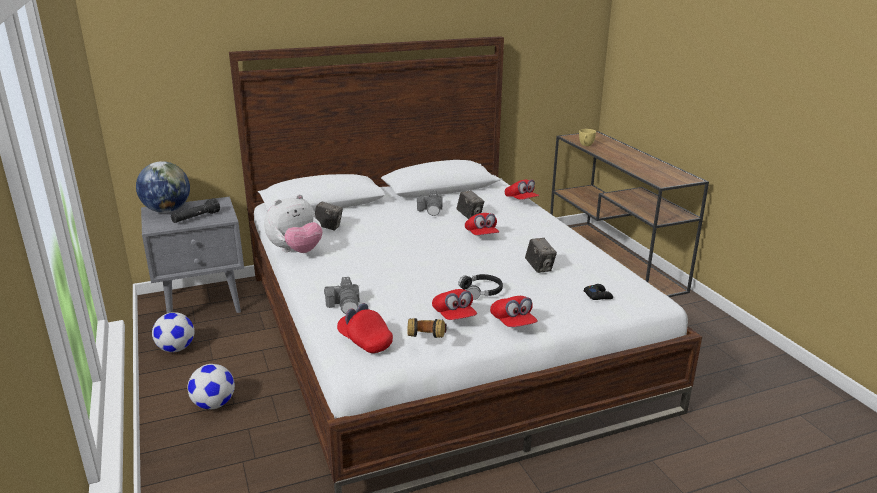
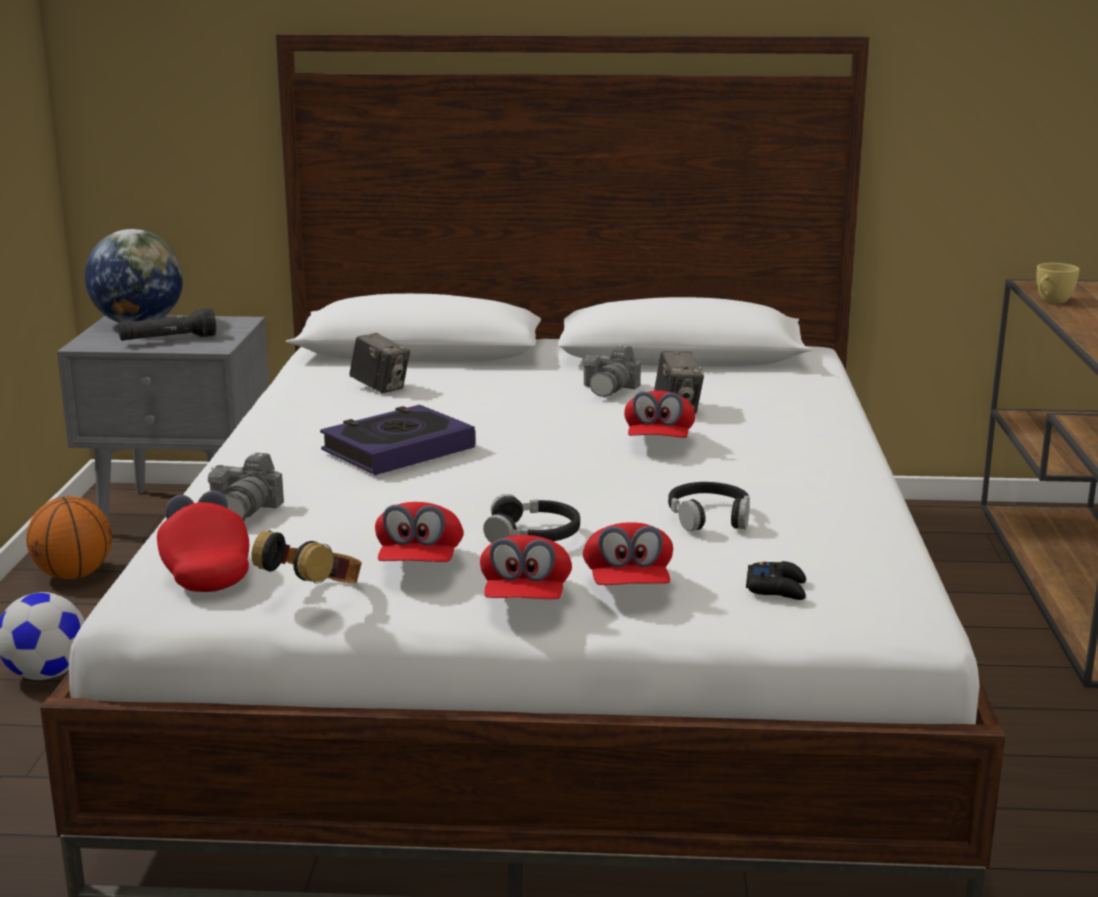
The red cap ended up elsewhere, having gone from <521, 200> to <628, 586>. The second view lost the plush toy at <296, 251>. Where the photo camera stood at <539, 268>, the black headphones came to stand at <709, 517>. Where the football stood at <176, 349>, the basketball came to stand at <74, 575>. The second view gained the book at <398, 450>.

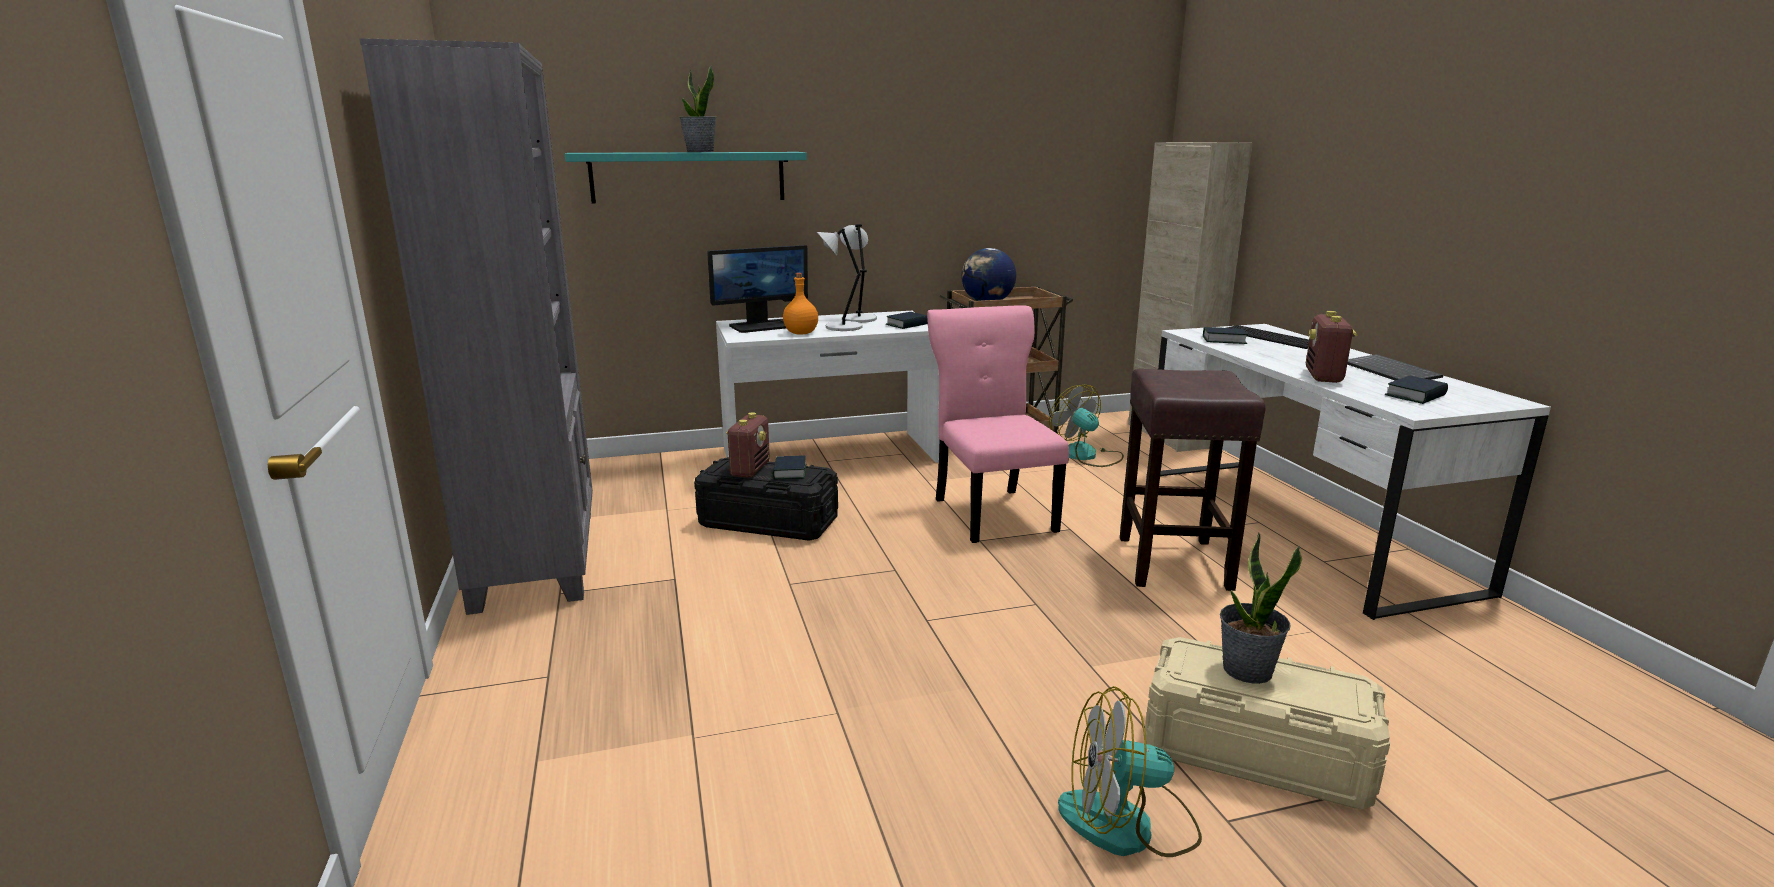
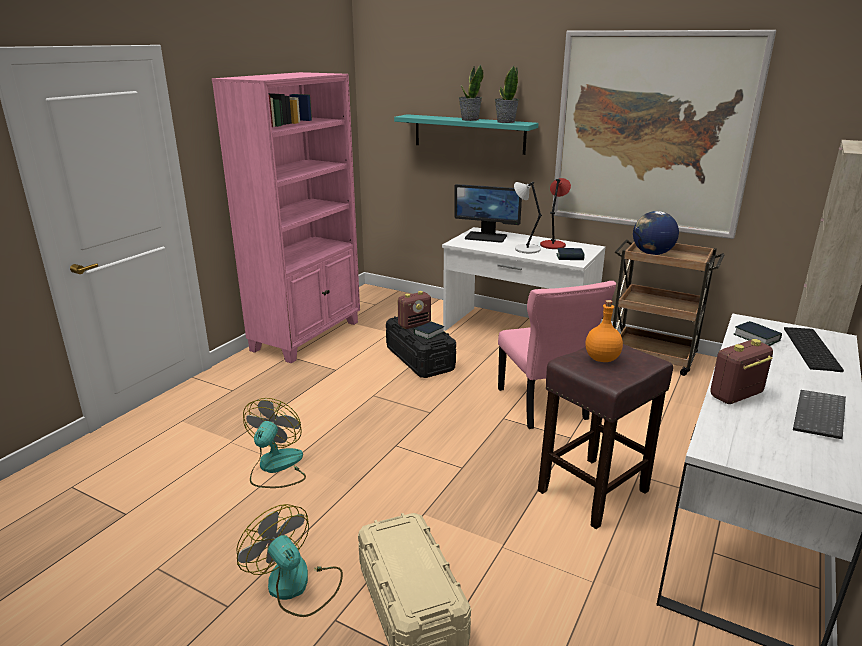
What was the grey bookcase at <538, 557> turned into the pink bookcase at <307, 336>. What was the grey table lamp at <858, 318> turned into the red table lamp at <553, 245>. The orange bottle ended up elsewhere, having gone from <800, 333> to <601, 358>. The pink chair at <993, 513> ended up facing another way, 135 degrees clockwise from before. The second view lost the book at <1415, 396>. The fan ended up elsewhere, having gone from <1087, 456> to <276, 467>. The potted plant ended up elsewhere, having gone from <1246, 670> to <505, 122>. The second view gained the picture at <651, 133>.

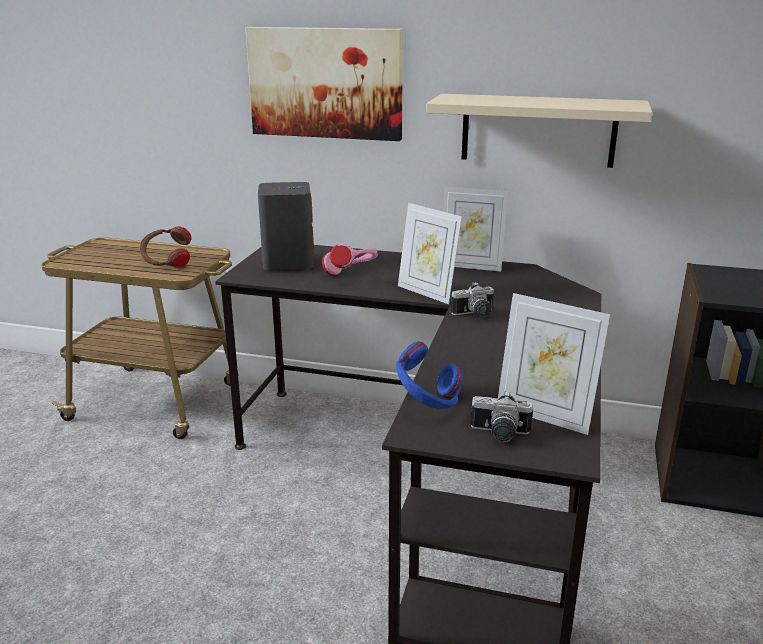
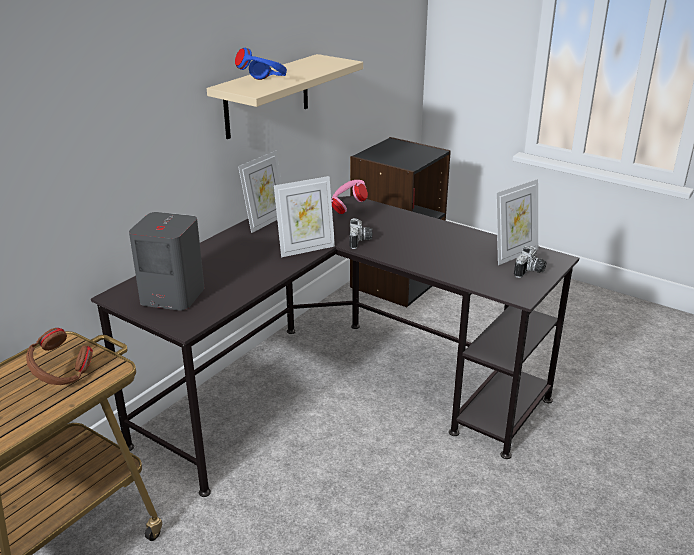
The second view lost the picture at <325, 83>. The pink headphones ended up elsewhere, having gone from <351, 276> to <347, 208>. The blue headphones ended up elsewhere, having gone from <427, 403> to <263, 83>.

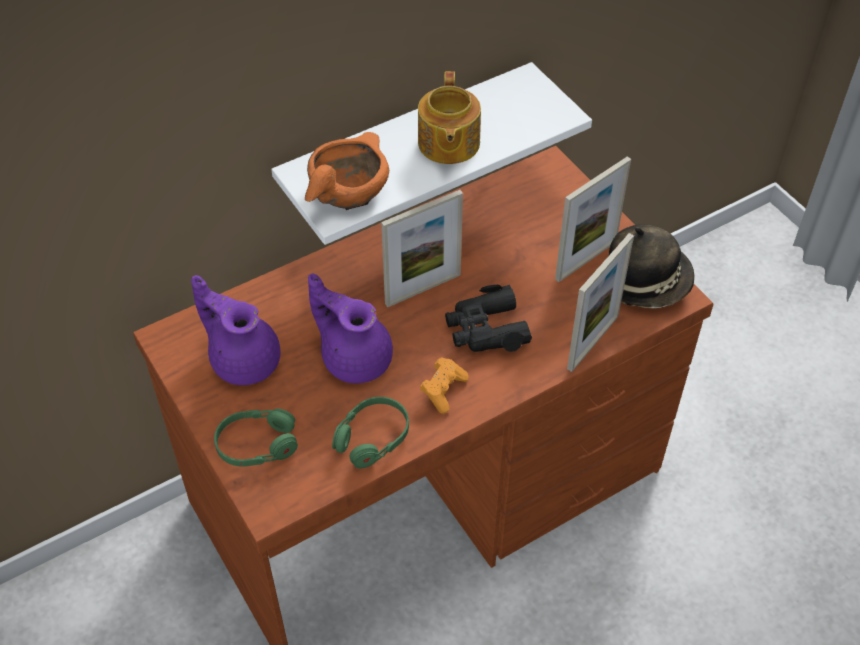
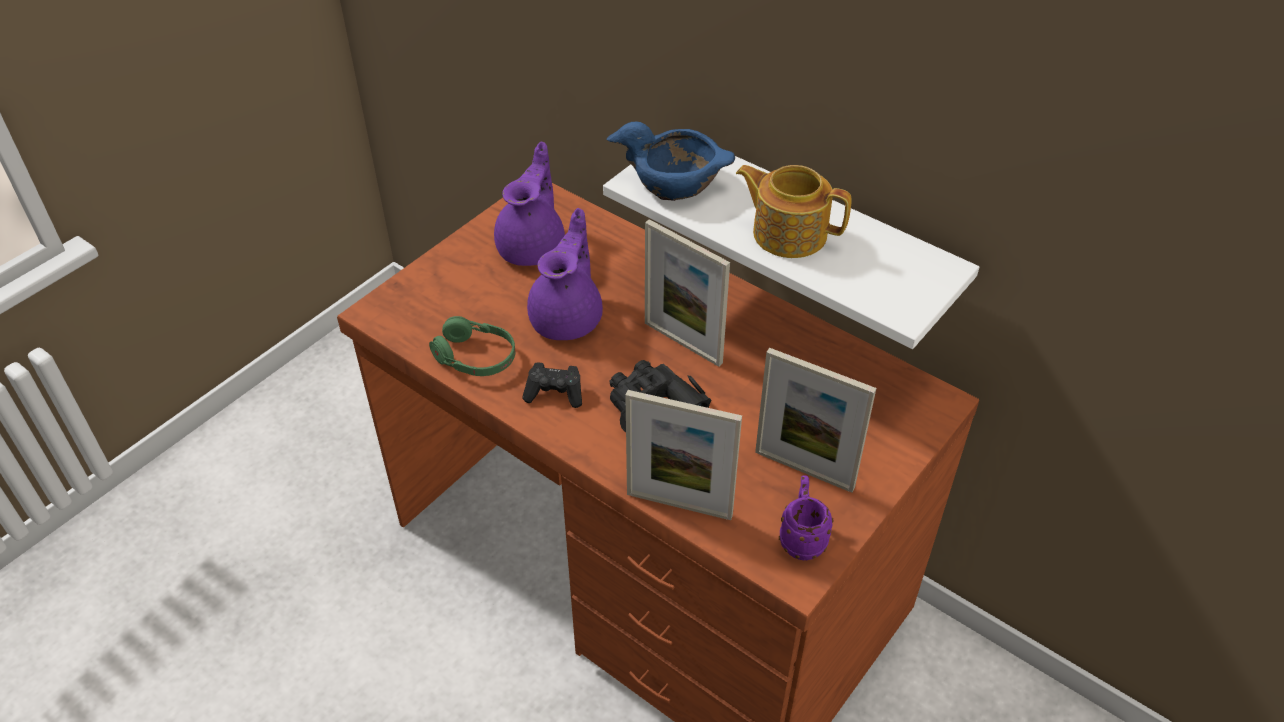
The teapot at <448, 144> ended up facing another way, 45 degrees clockwise from before. What was the orange bowl at <348, 189> turned into the blue bowl at <676, 182>. Where the hat stood at <647, 282>, the purple mug came to stand at <801, 537>. What was the orange game controller at <443, 390> turned into the black game controller at <555, 393>. The second view lost the green headphones at <257, 444>.

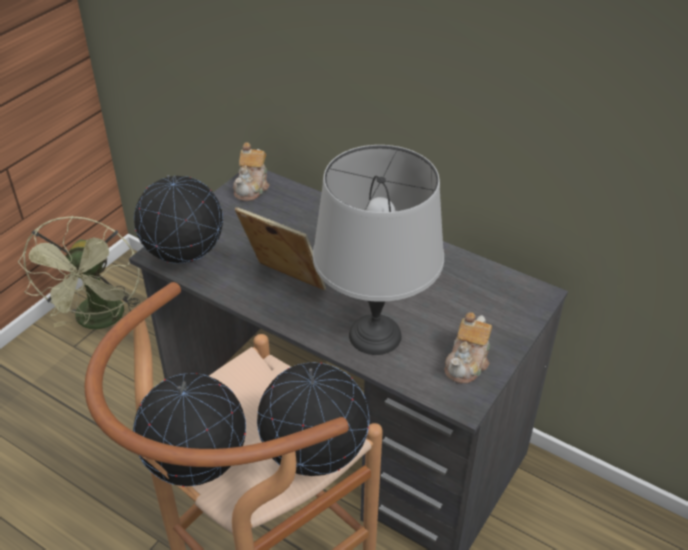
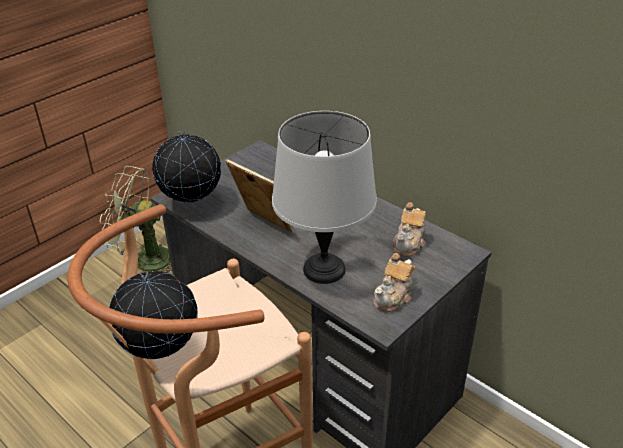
The teapot ended up elsewhere, having gone from <252, 187> to <409, 243>. The green fan at <100, 321> ended up facing another way, 90 degrees clockwise from before. The second view lost the globe at <315, 461>.

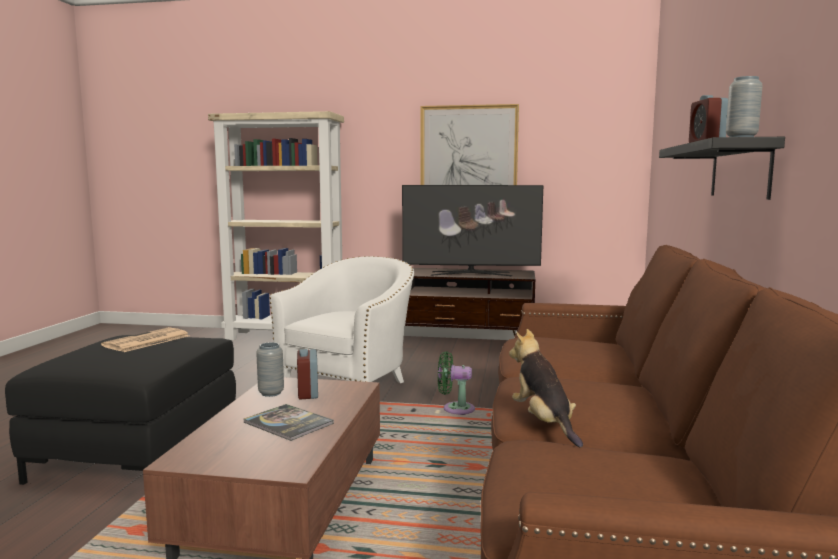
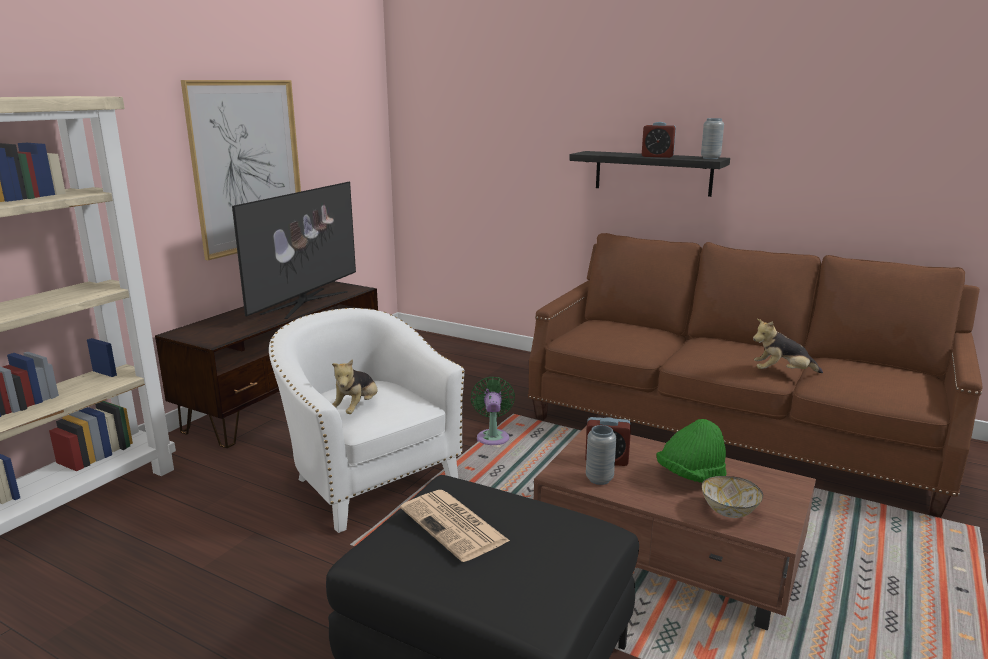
The green fan at <455, 409> ended up facing another way, 150 degrees clockwise from before. Where the book stood at <288, 423>, the green hat came to stand at <690, 476>. The second view gained the plush toy at <357, 408>. The second view gained the bowl at <730, 511>.

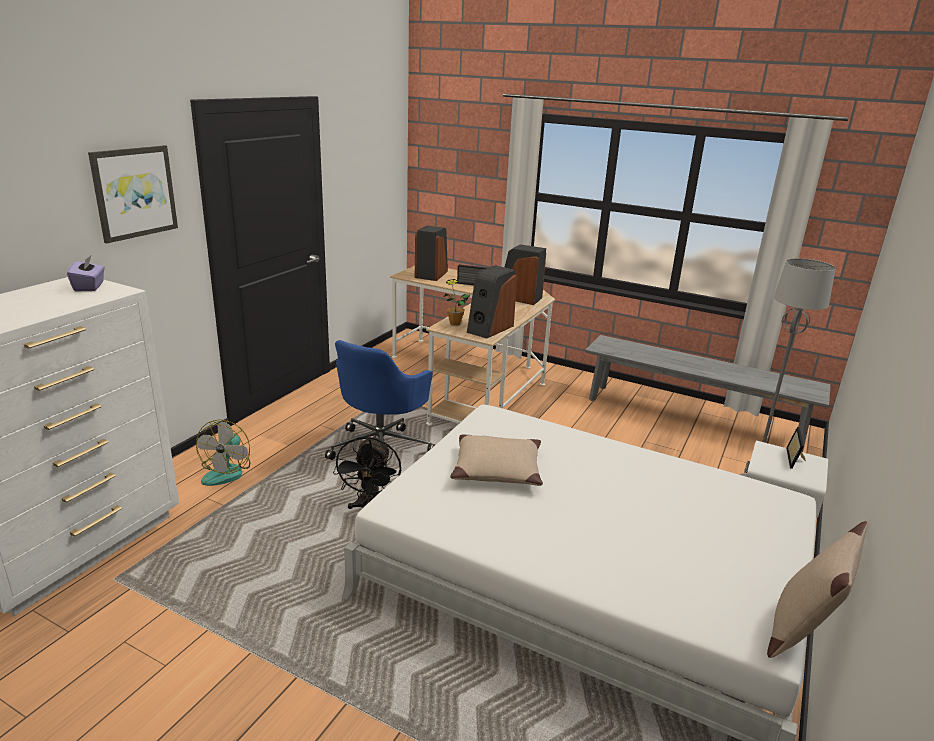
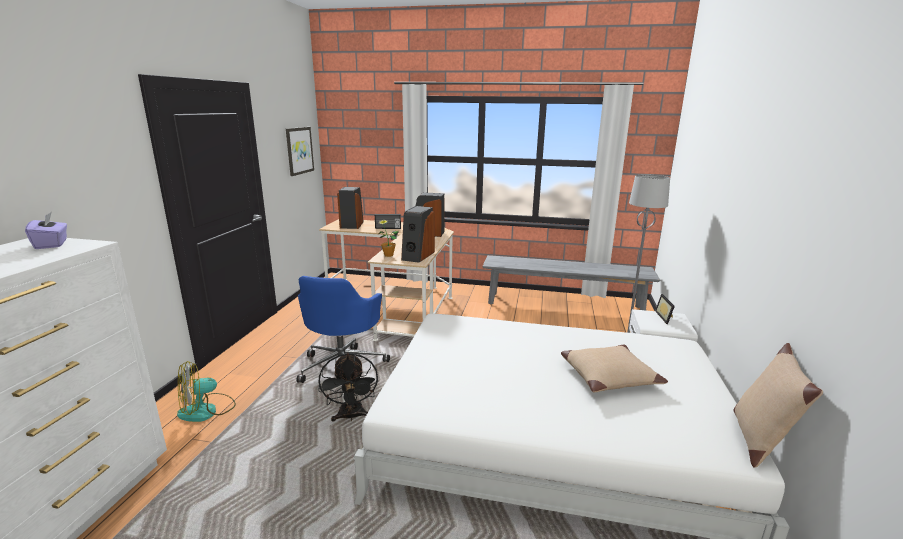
The picture ended up elsewhere, having gone from <134, 192> to <299, 150>. The fan at <227, 471> ended up facing another way, 60 degrees clockwise from before. The beige pillow ended up elsewhere, having gone from <497, 469> to <608, 376>.

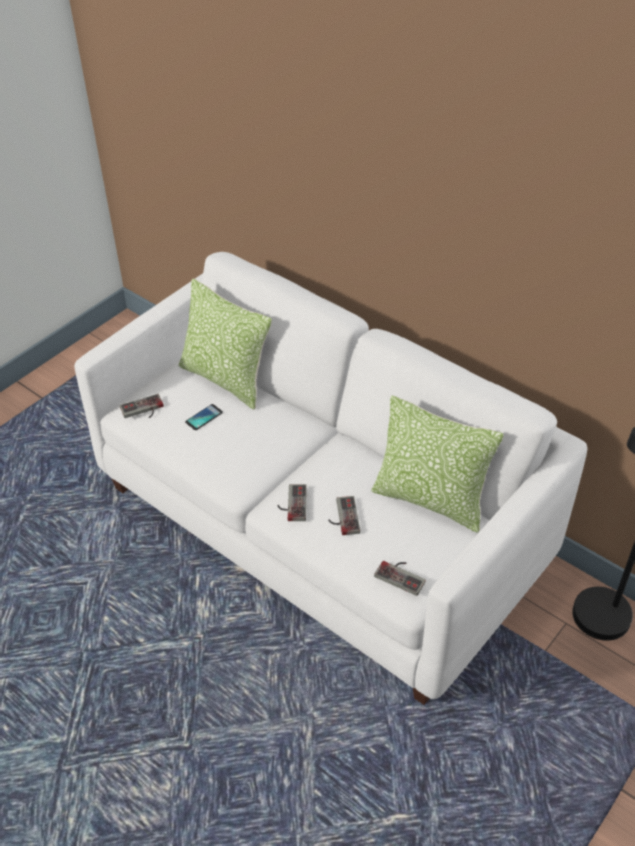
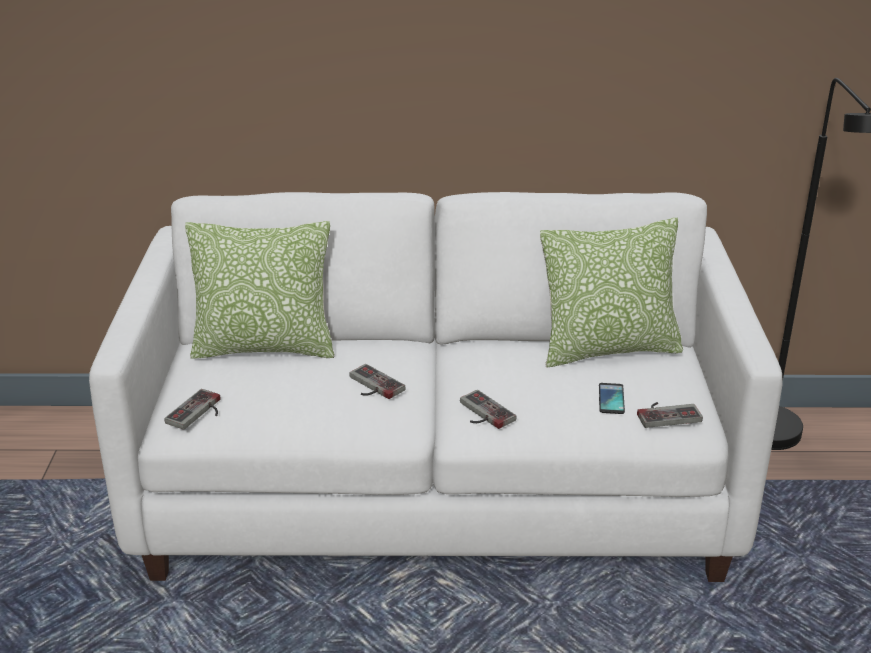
The phone ended up elsewhere, having gone from <204, 417> to <611, 399>. The game controller ended up elsewhere, having gone from <342, 517> to <372, 386>.

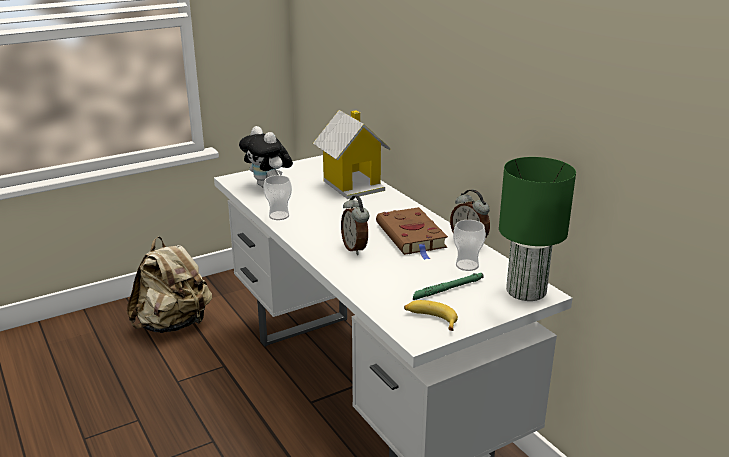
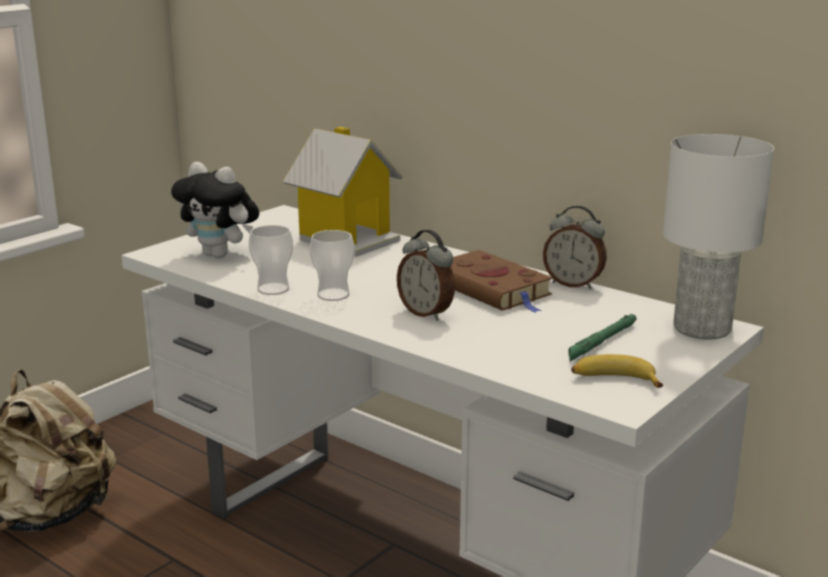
What was the green table lamp at <526, 292> turned into the white table lamp at <702, 329>. The cup ended up elsewhere, having gone from <467, 265> to <333, 295>.

